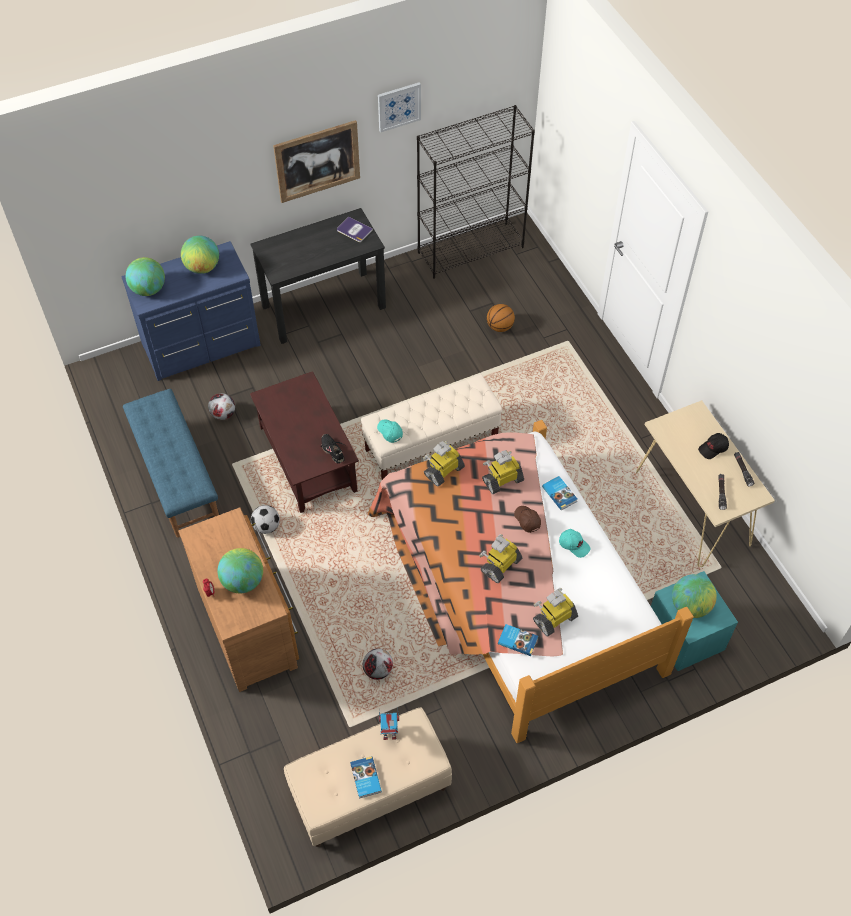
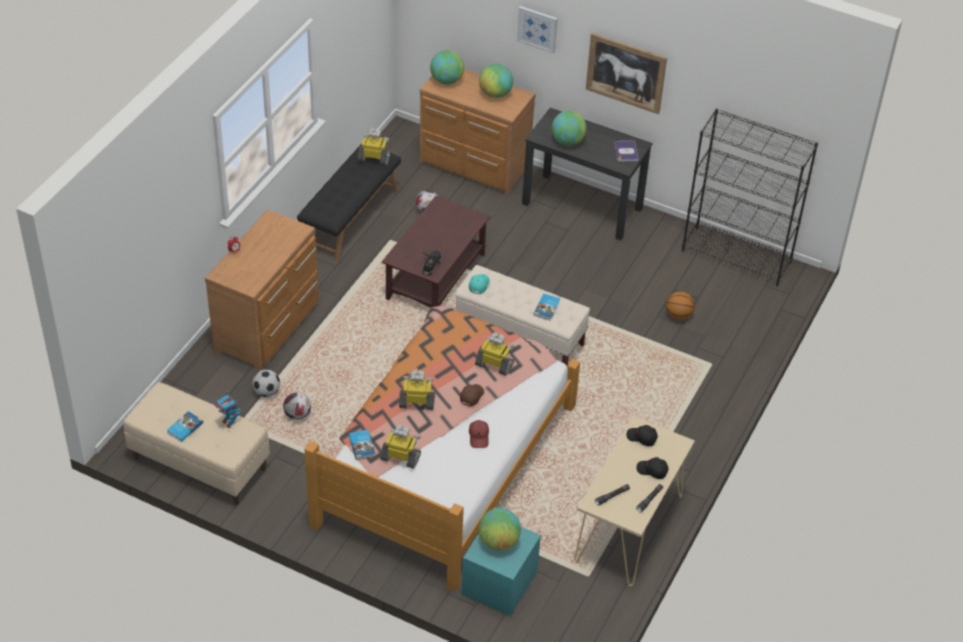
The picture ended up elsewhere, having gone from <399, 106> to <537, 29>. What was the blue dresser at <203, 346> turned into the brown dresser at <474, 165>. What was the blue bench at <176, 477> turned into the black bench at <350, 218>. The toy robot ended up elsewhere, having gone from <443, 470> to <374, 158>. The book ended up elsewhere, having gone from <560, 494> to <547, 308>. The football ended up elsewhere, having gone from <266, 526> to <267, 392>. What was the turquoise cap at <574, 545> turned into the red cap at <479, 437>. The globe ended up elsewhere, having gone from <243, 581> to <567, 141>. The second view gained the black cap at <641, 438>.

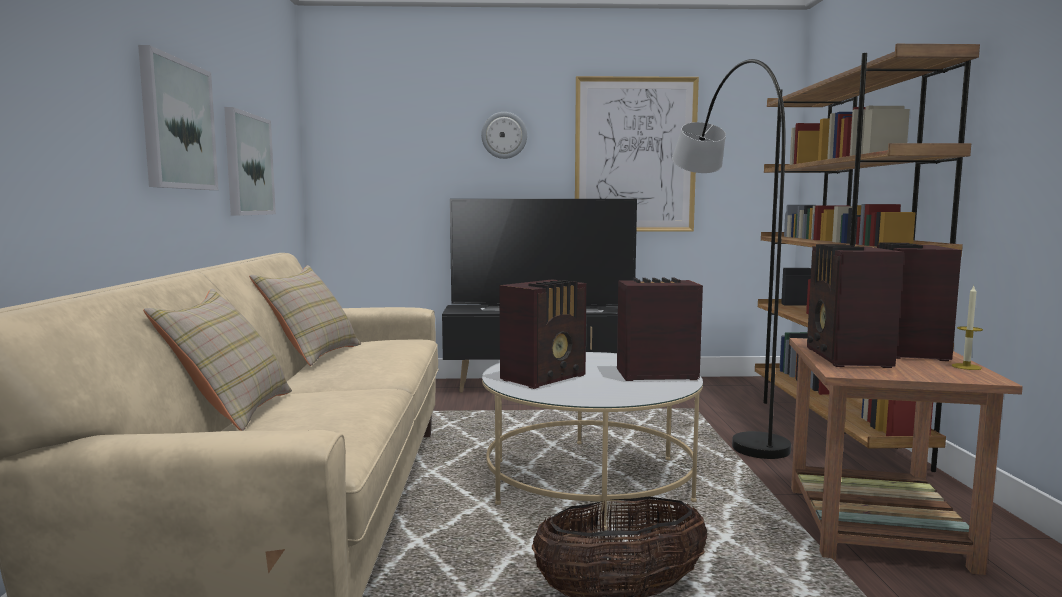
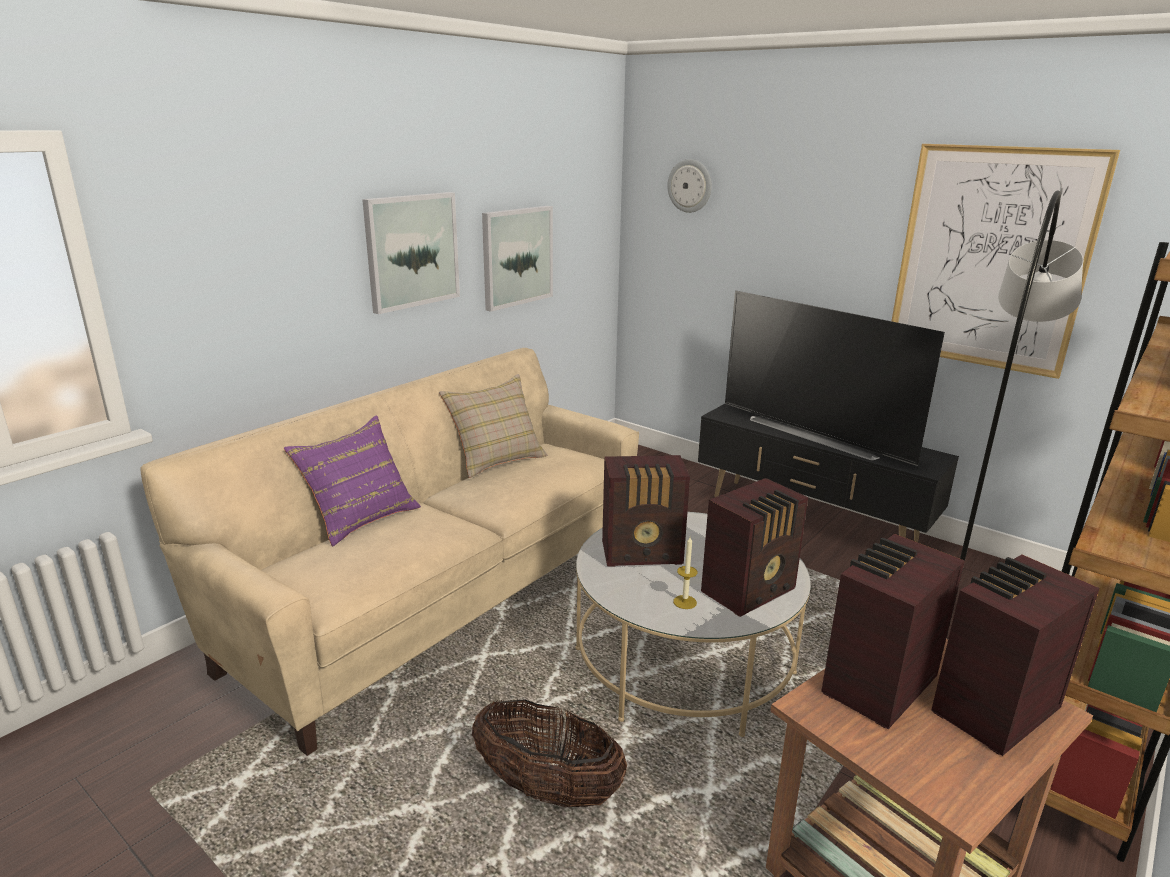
The wall clock ended up elsewhere, having gone from <504, 135> to <690, 186>. The radio at <654, 374> ended up facing another way, 105 degrees clockwise from before. The candle ended up elsewhere, having gone from <966, 367> to <685, 602>. What was the beige pillow at <231, 411> turned into the purple pillow at <360, 518>.

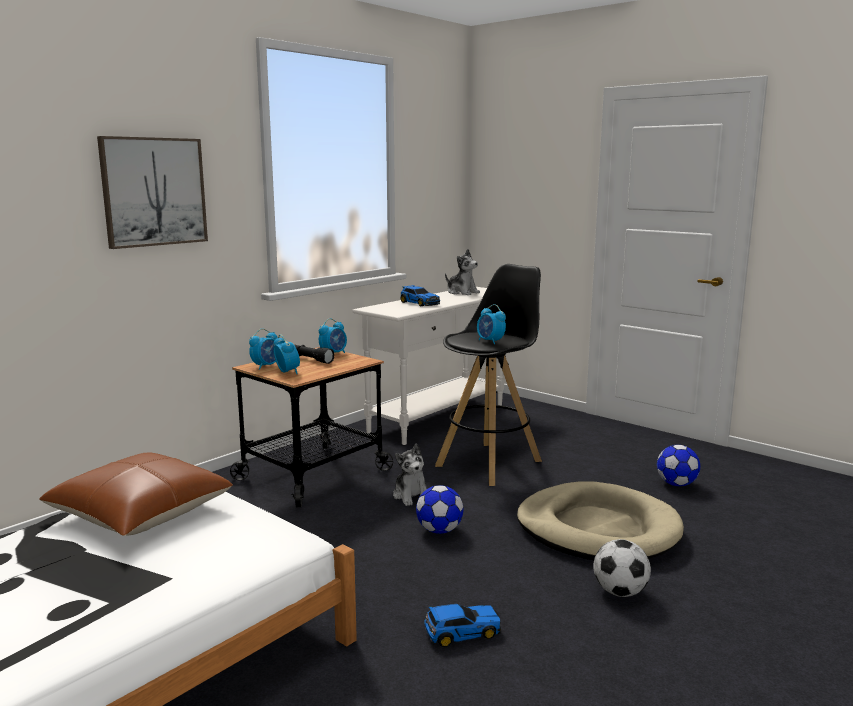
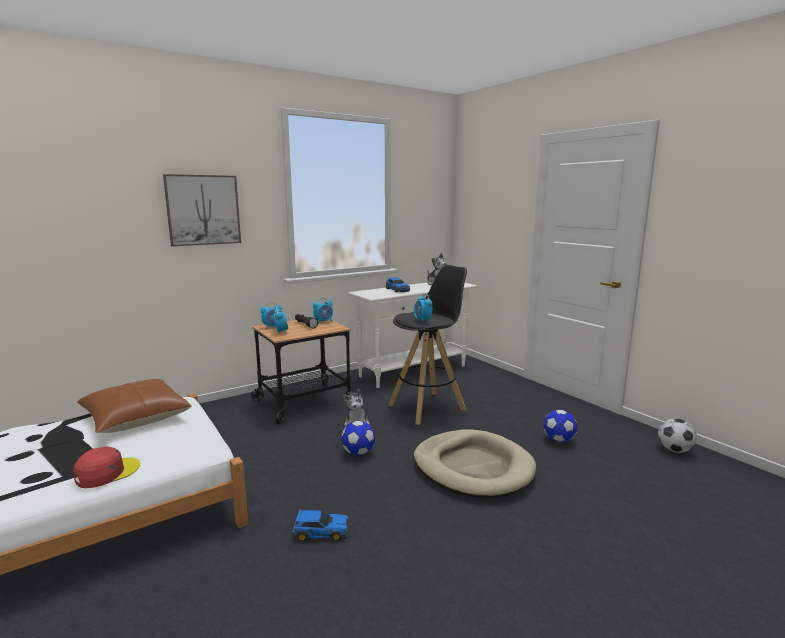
The football ended up elsewhere, having gone from <620, 592> to <674, 450>. The second view gained the red cap at <107, 472>.

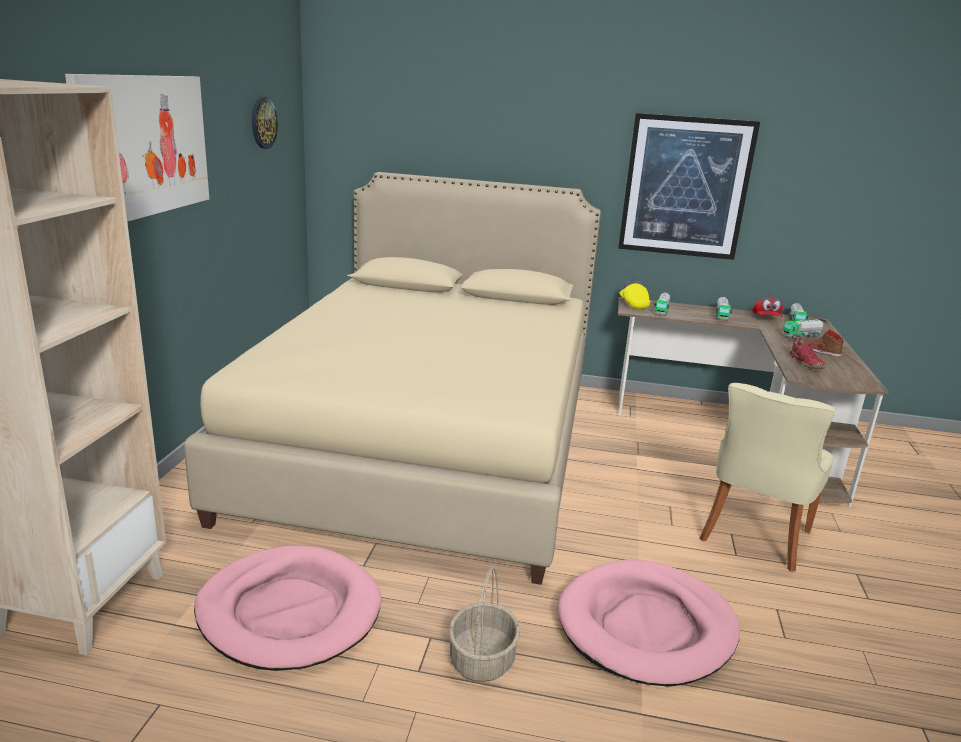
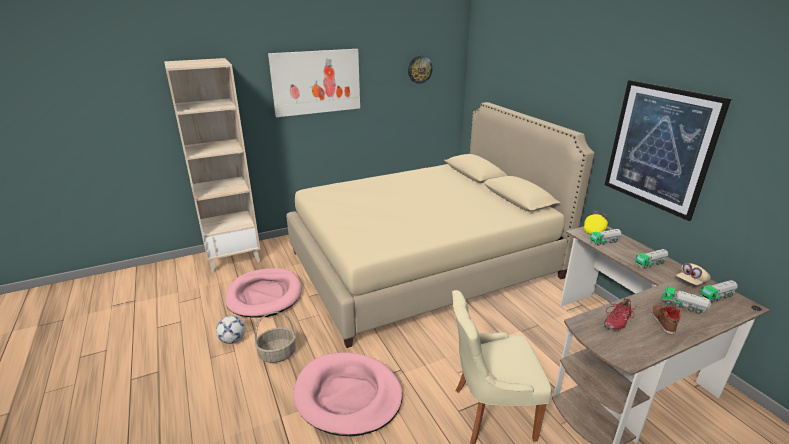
What was the red cap at <766, 318> turned into the beige cap at <691, 282>. The second view gained the football at <232, 340>.

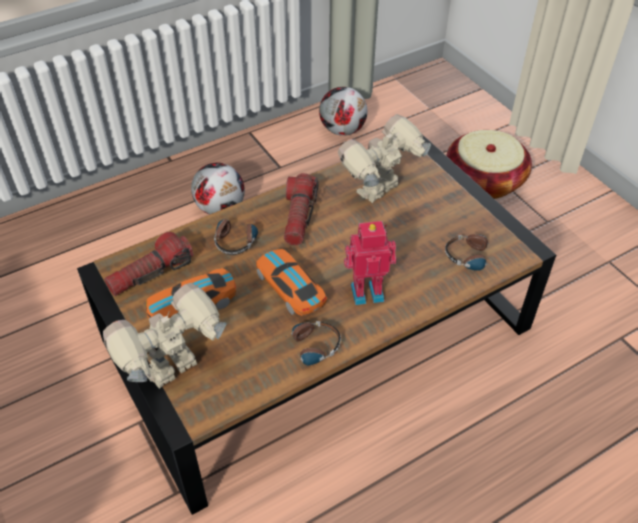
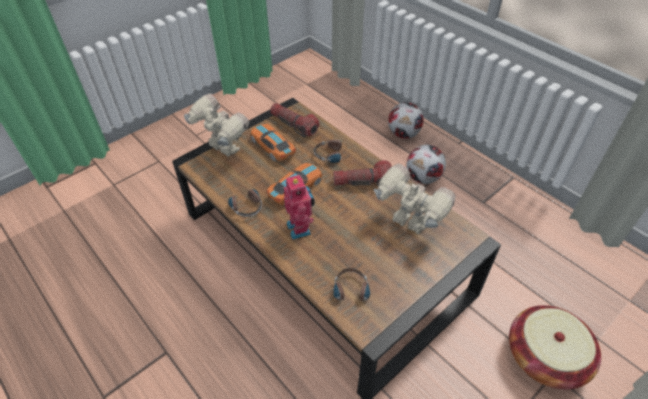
The football ended up elsewhere, having gone from <342, 130> to <404, 134>.

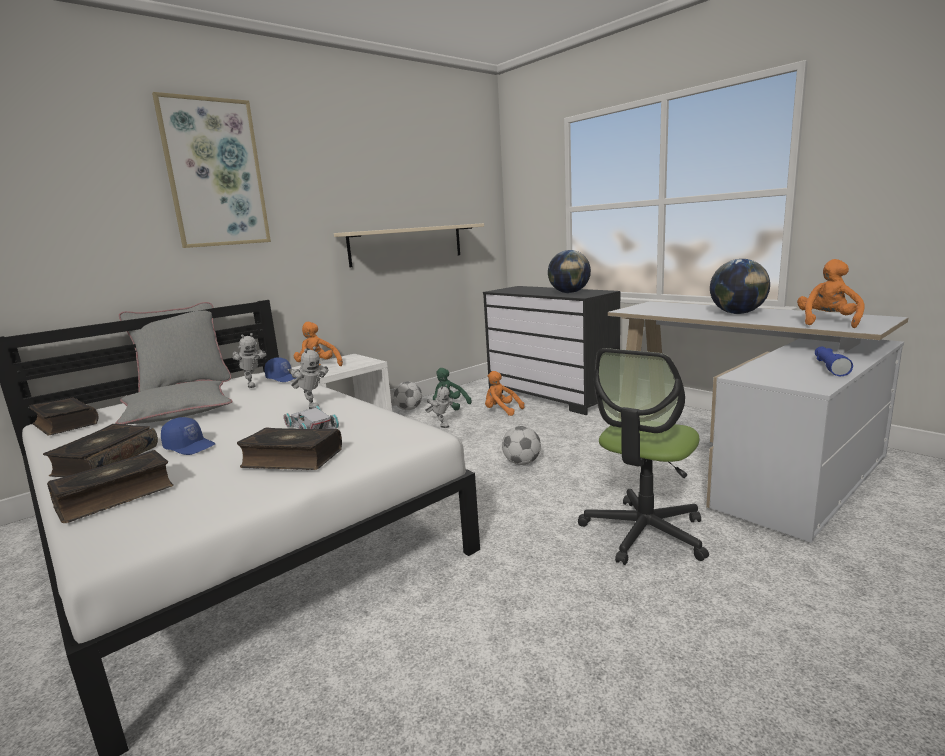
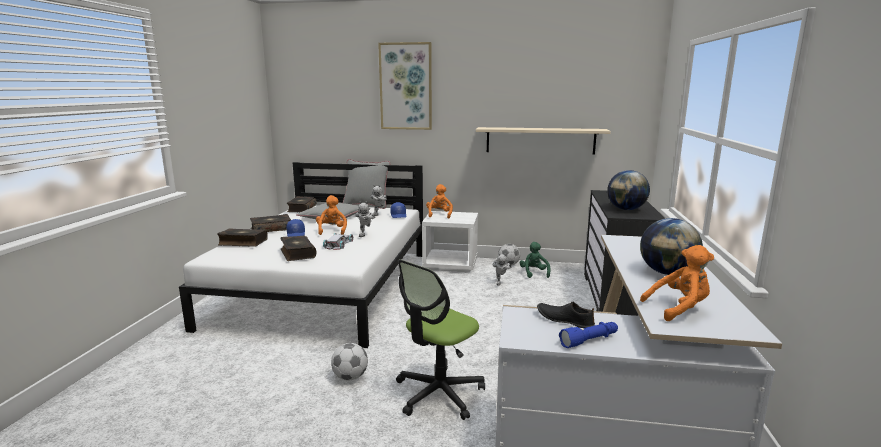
The office chair at <644, 533> ended up facing another way, 45 degrees counterclockwise from before. The orange plush toy ended up elsewhere, having gone from <501, 411> to <332, 231>. The football ended up elsewhere, having gone from <522, 463> to <350, 377>. The second view gained the black shoe at <564, 320>.

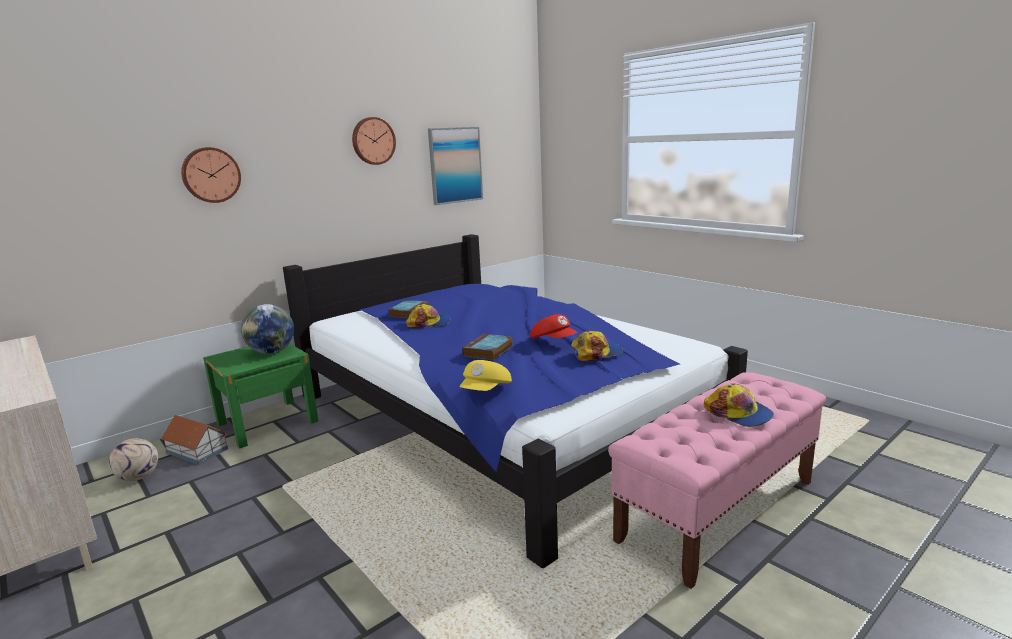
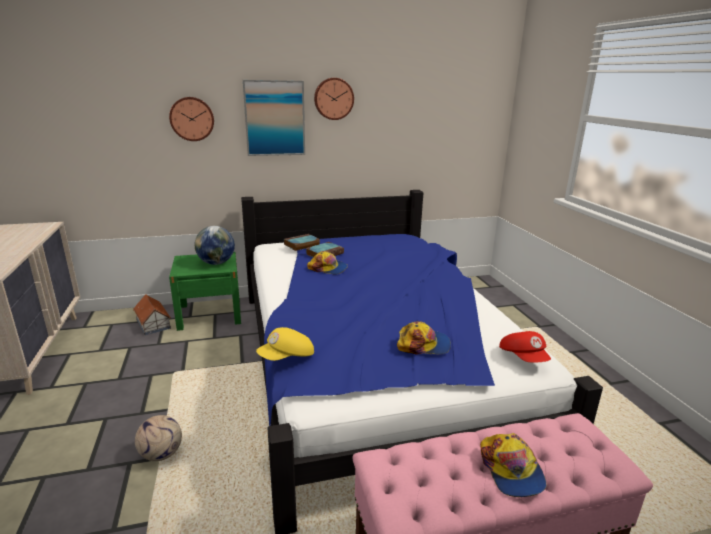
The picture ended up elsewhere, having gone from <455, 165> to <274, 118>. The red cap ended up elsewhere, having gone from <554, 341> to <524, 358>. The book ended up elsewhere, having gone from <488, 351> to <301, 245>. The football ended up elsewhere, having gone from <138, 477> to <161, 454>.

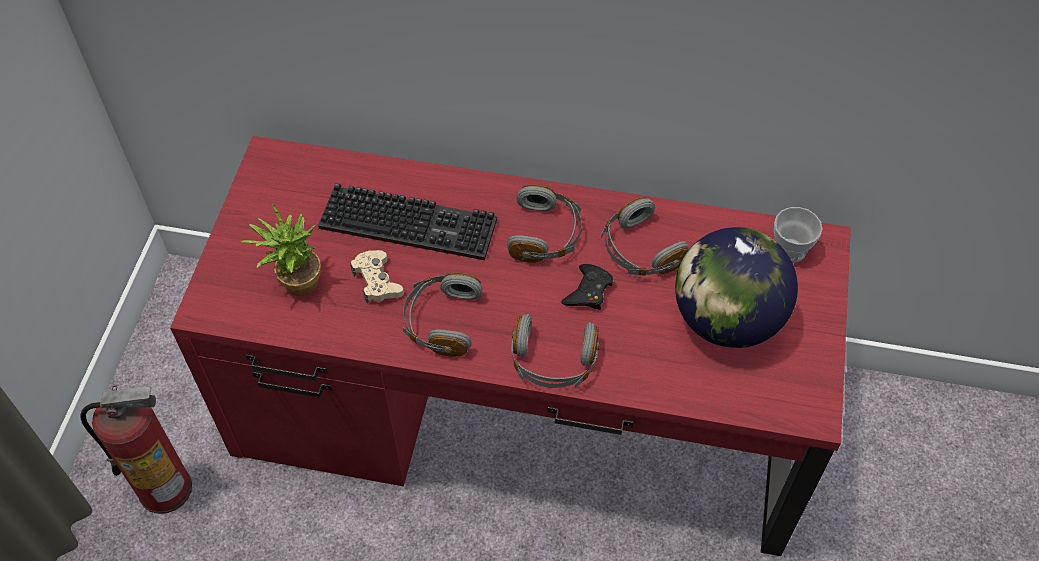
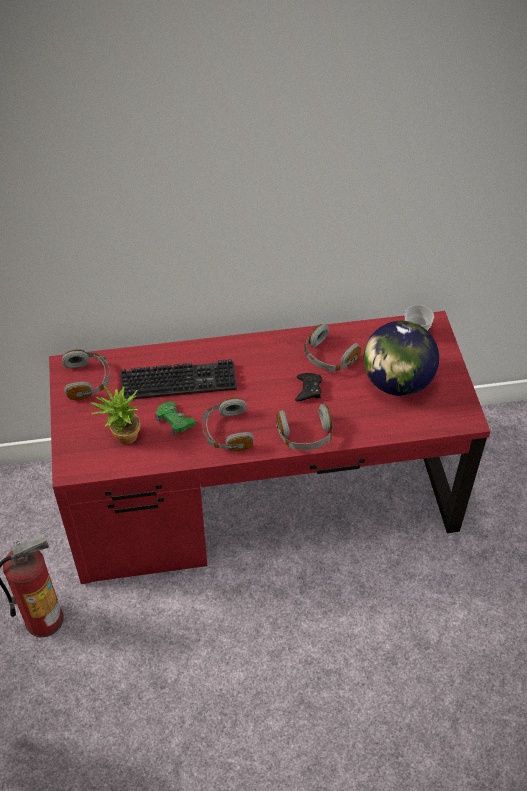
The grey headphones ended up elsewhere, having gone from <546, 234> to <88, 380>. What was the beige game controller at <377, 281> turned into the green game controller at <175, 421>.

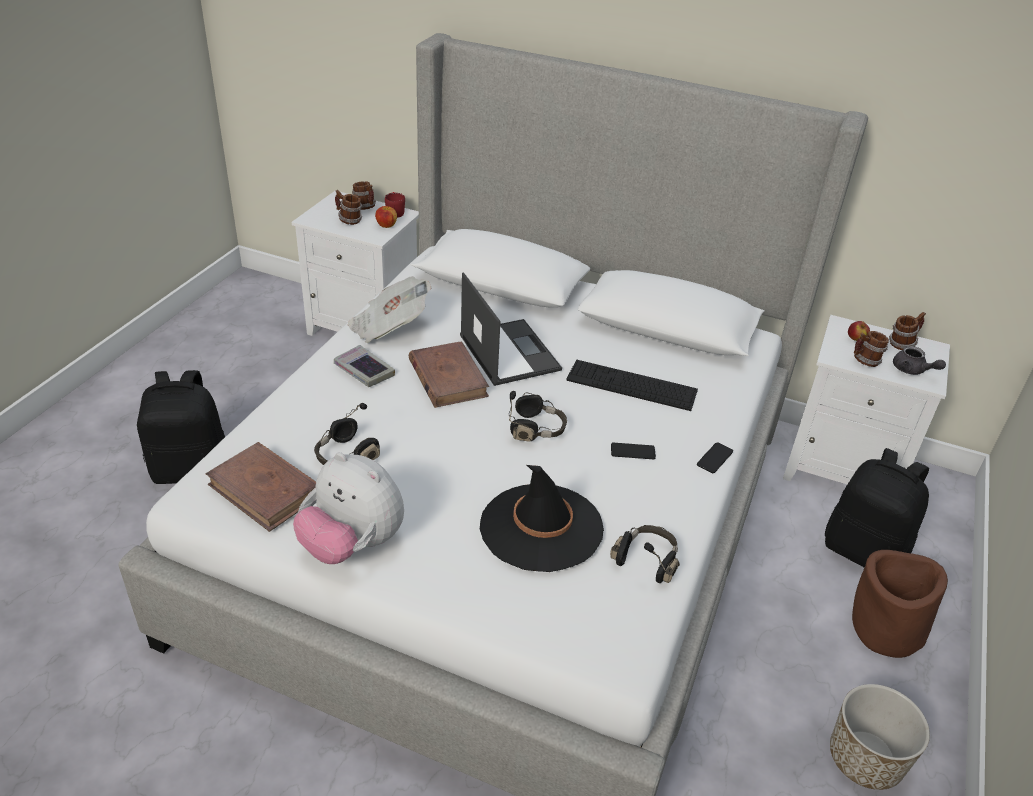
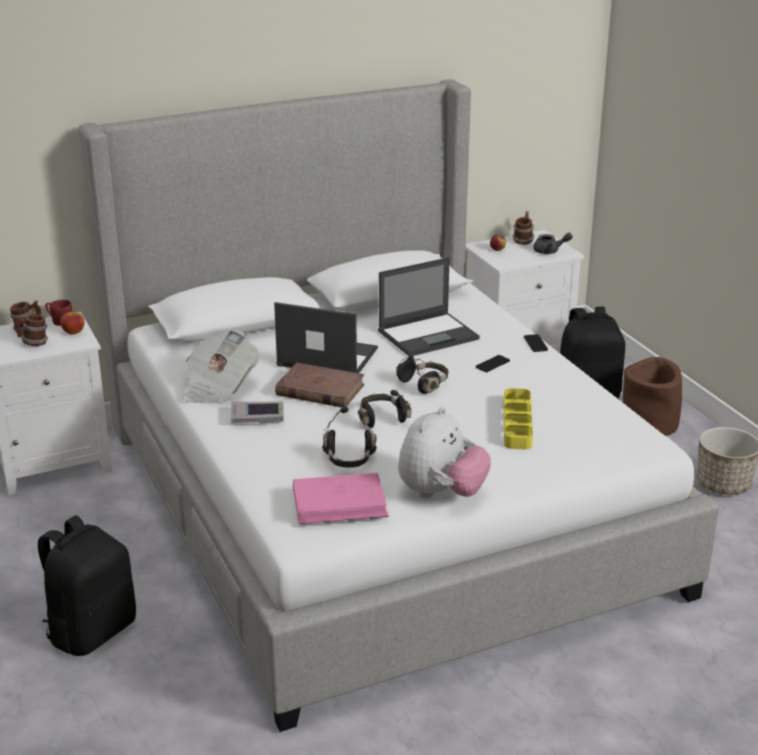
The second view lost the mug at <865, 361>. Where the keyboard stood at <631, 385>, the laptop came to stand at <429, 334>. What was the brown book at <265, 490> turned into the pink book at <340, 503>. The plush toy at <352, 544> ended up facing another way, 45 degrees counterclockwise from before. Where the black hat stood at <541, 527>, the yellow tray came to stand at <517, 423>. The black headphones ended up elsewhere, having gone from <647, 560> to <381, 418>.

